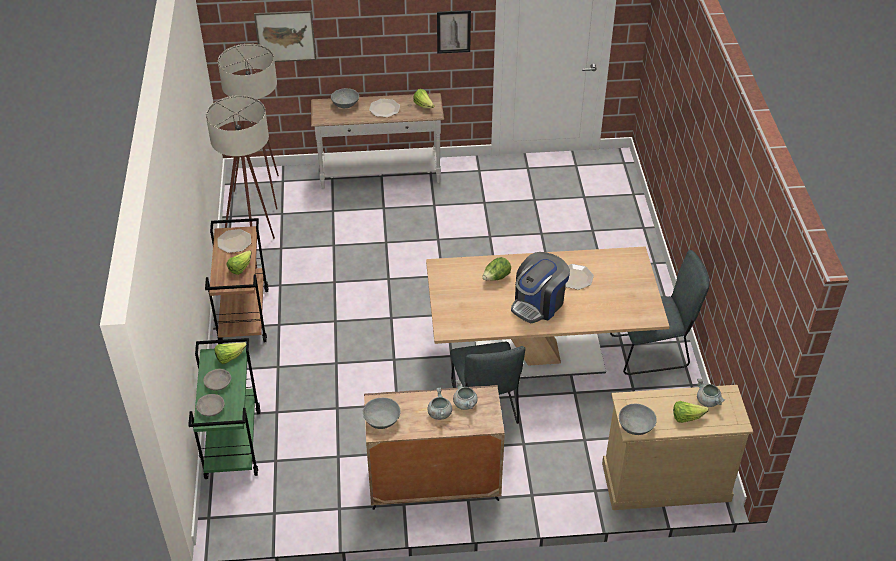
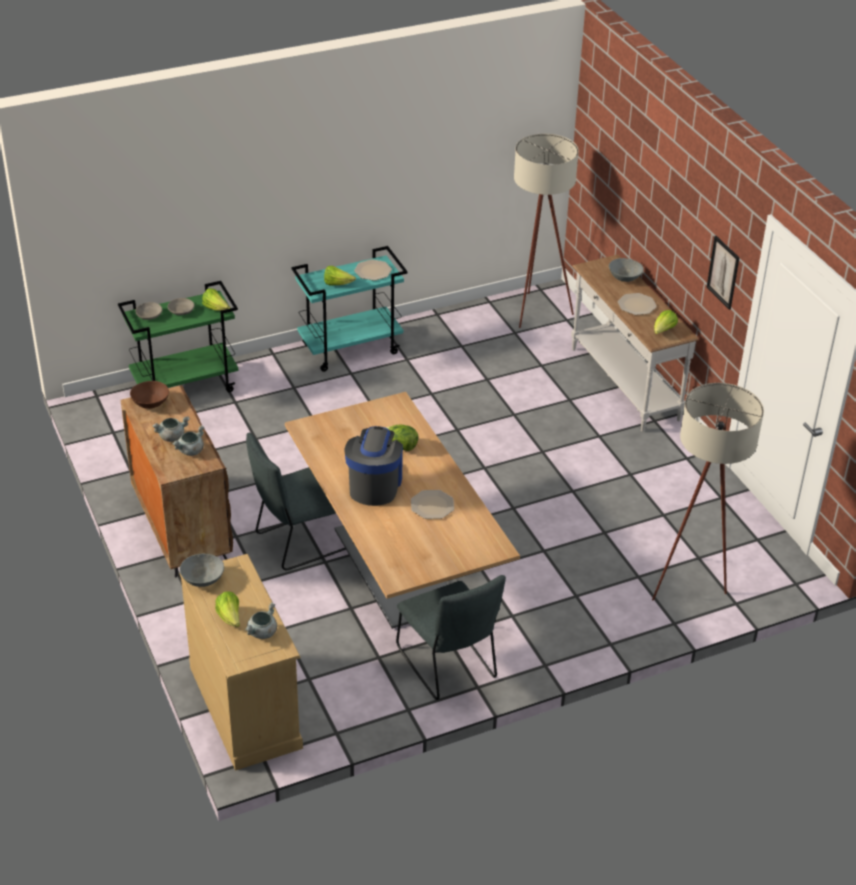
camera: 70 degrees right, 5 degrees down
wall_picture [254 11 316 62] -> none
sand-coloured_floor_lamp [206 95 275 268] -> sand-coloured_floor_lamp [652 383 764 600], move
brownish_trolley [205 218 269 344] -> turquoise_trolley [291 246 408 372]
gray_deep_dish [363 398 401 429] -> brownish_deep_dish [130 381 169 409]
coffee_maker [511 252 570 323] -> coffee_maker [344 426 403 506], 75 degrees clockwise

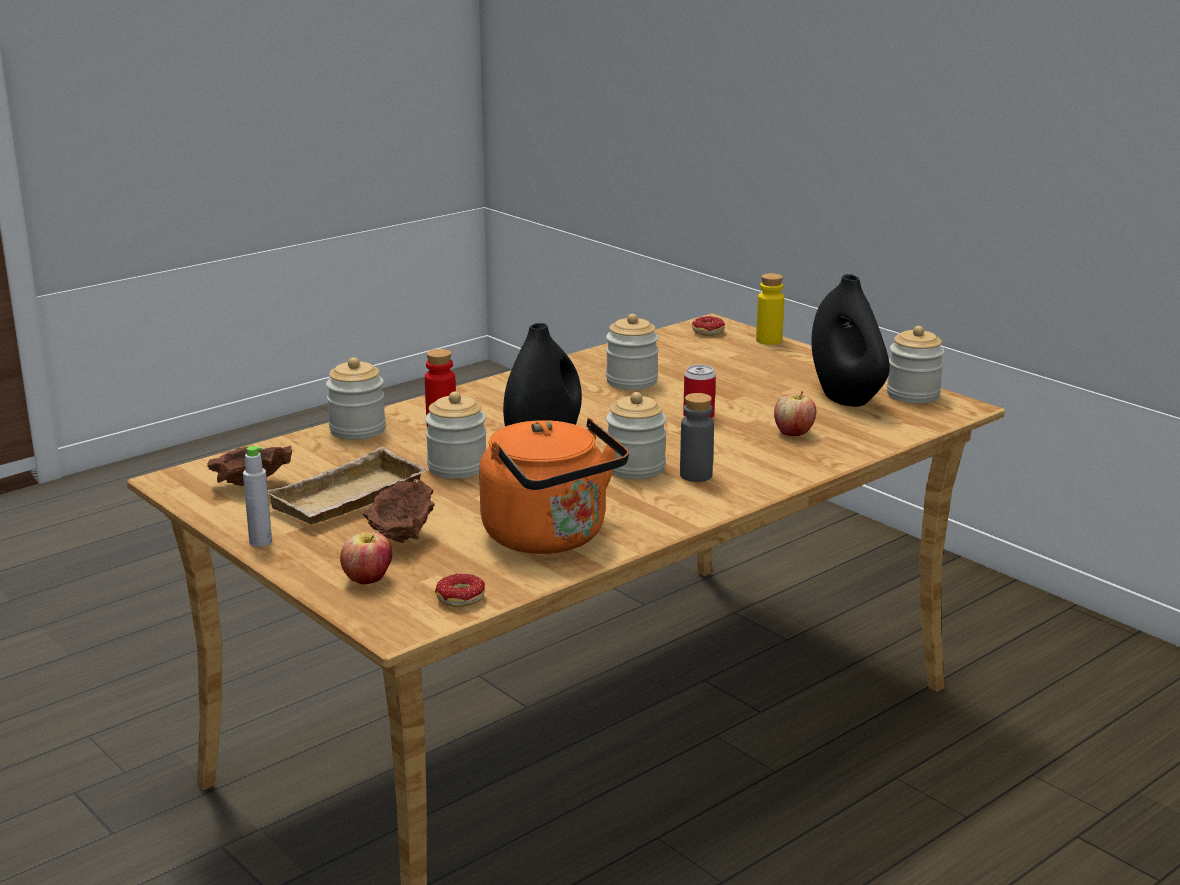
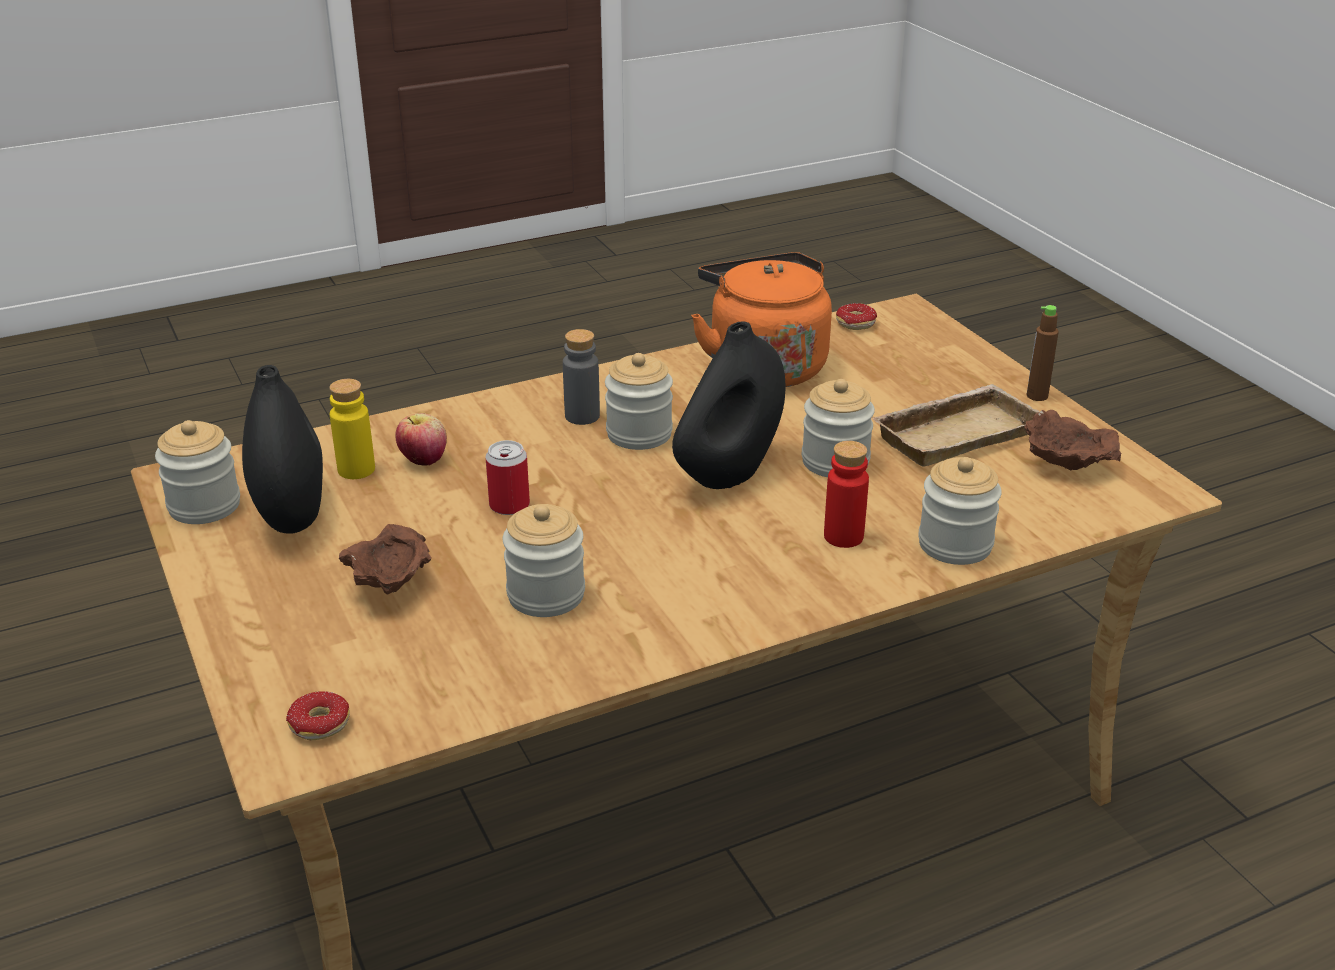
camera: 165 degrees left, 10 degrees up
apple_fruit [340 531 392 584] -> none
brownish_deep_dish [362 479 435 543] -> brownish_deep_dish [339 524 432 595], move
yellow_beverage_bottle [756 273 784 345] -> yellow_beverage_bottle [329 379 375 479], move
gray_beverage_bottle [243 446 272 547] -> brownish_beverage_bottle [1027 305 1059 401]

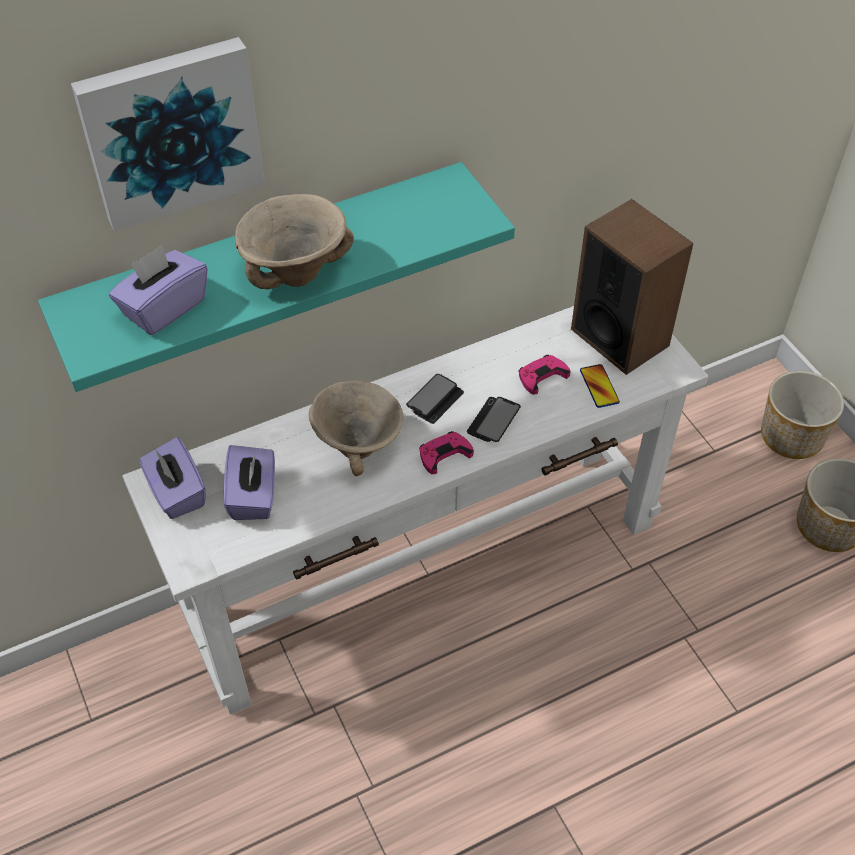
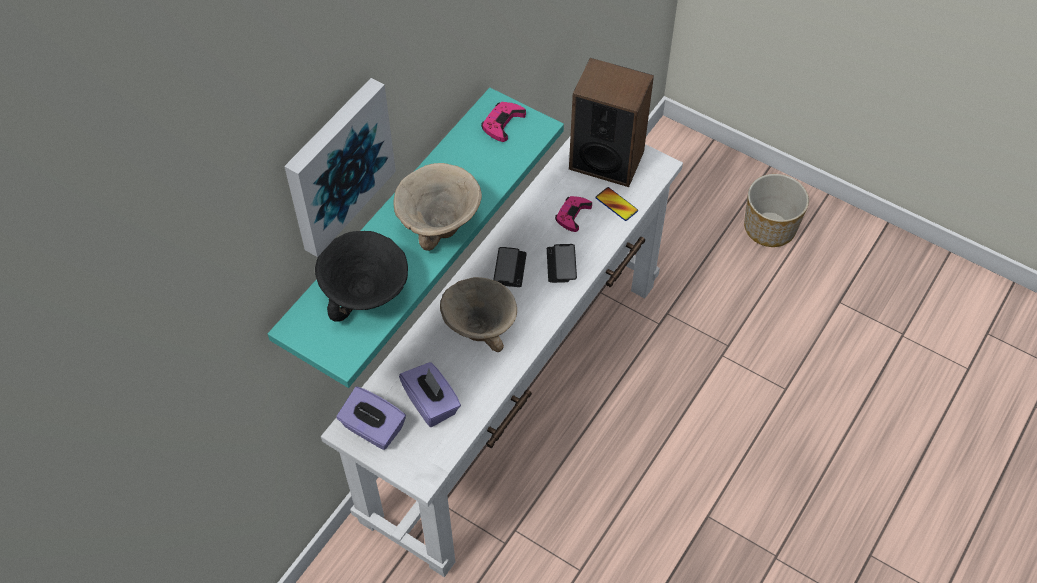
camera: 30 degrees left, 5 degrees up
flower_pot [761 371 844 459] -> none
pink_gamepad [419 431 474 474] -> pink_gamepad [481 102 526 142], move
purple_tissue_holder [109 245 208 335] -> blackish_deep_dish [315 231 408 322]

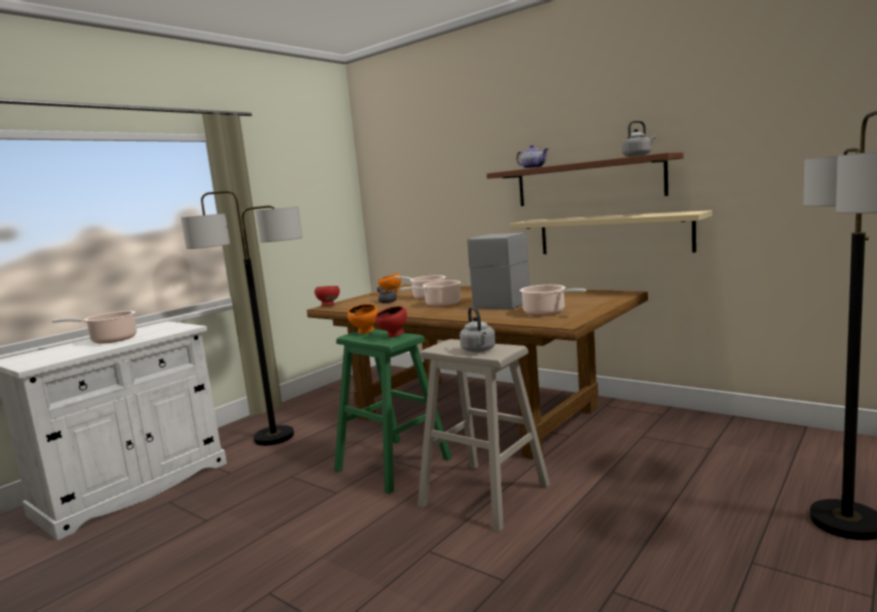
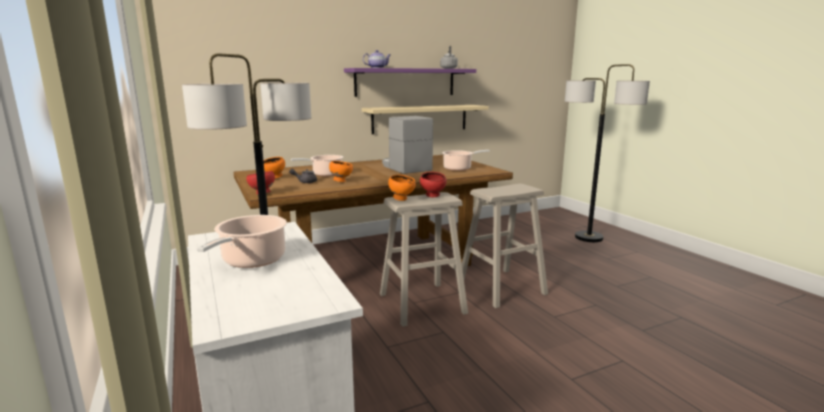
camera: 65 degrees left, 5 degrees up
stockpot [400 280 461 307] -> none
gray_tea_kettle [460 307 495 352] -> none
none -> orange-coloured_deep_dish [329 161 353 182]
green-coloured_sitting_stool [334 329 452 494] -> sand-coloured_sitting_stool [380 192 468 327]
brownish_bracket_shelf [487 152 684 206] -> purple_bracket_shelf [344 68 476 97]

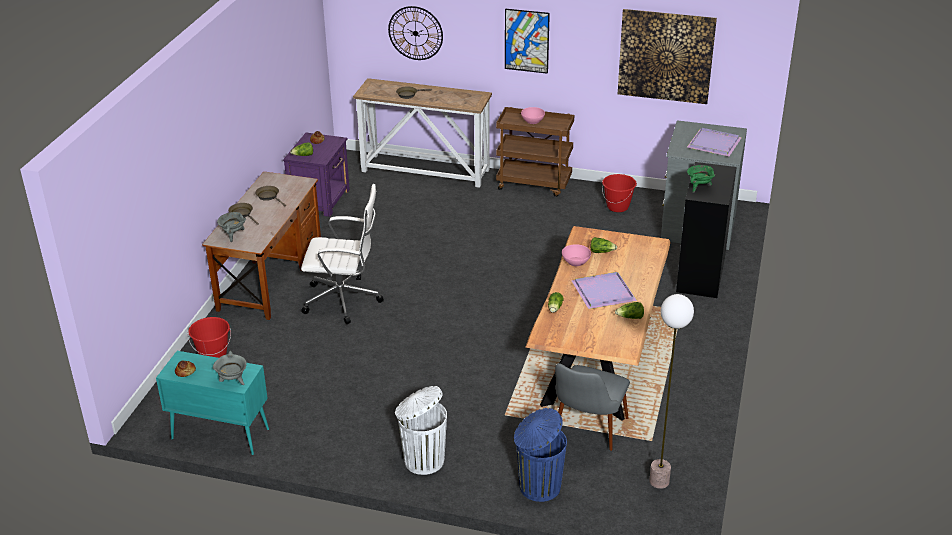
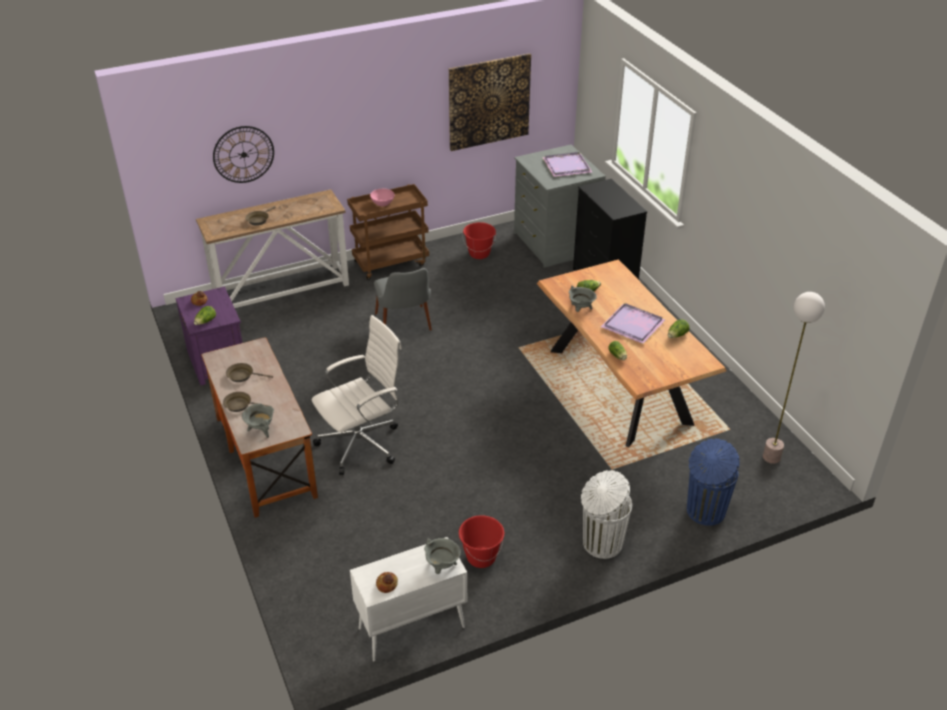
camera: 40 degrees left, 5 degrees up
wall_picture [505 9 550 74] -> none
green-coloured_stockpot [687 165 715 193] -> none
reddish_pail [188 317 231 358] -> reddish_pail [459 515 504 568], move
gray_chair [555 363 630 451] -> gray_chair [374 268 432 331], move
pink_deep_dish [562 244 591 266] -> gray_stockpot [569 286 597 312]
turquoise_cupboard [156 351 269 455] -> white_cupboard [350 537 467 661]

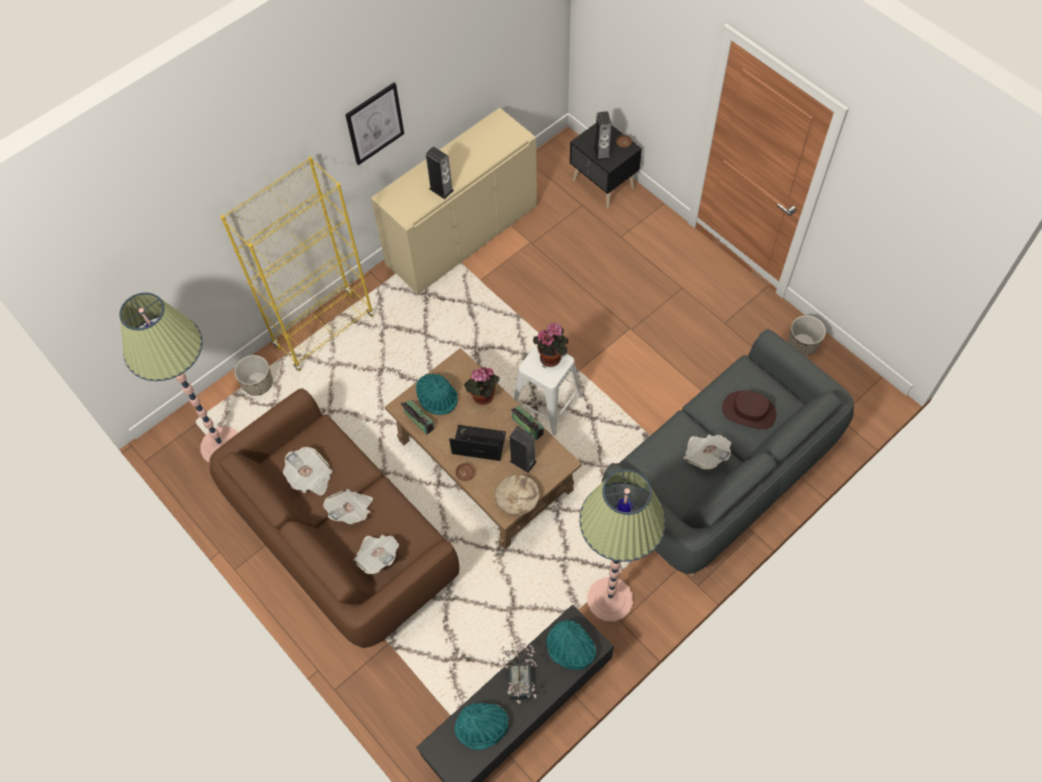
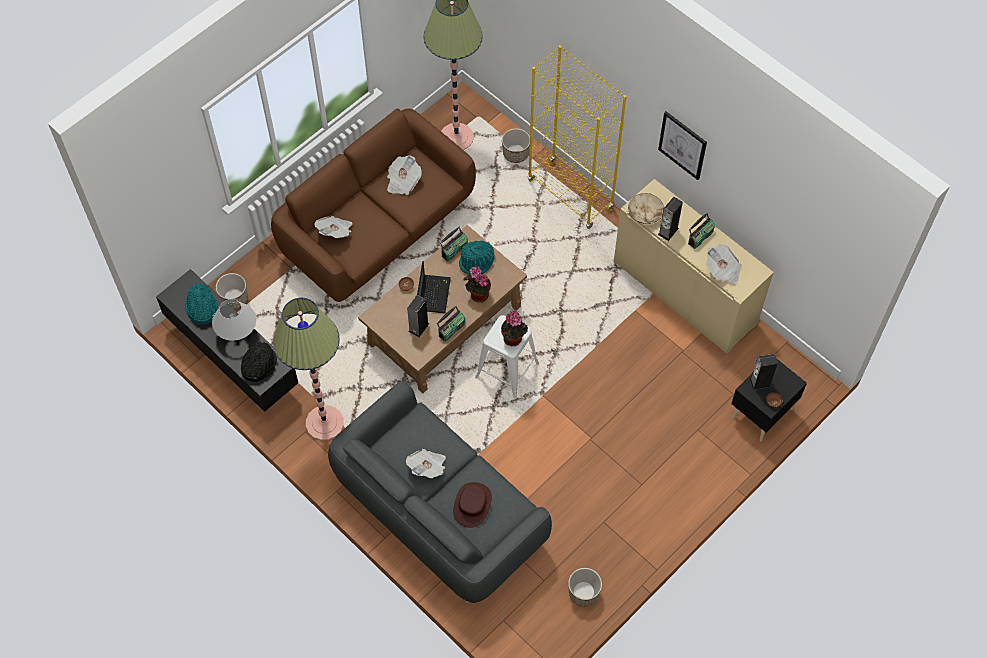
camera: 85 degrees right, 0 degrees up
none -> flower_pot [216 273 248 309]
none -> radio_set [688 213 715 249]
printed_paper [323 489 373 524] -> printed_paper [706 244 742 285], move
sand-coloured_deep_dish [495 475 540 516] -> sand-coloured_deep_dish [628 193 664 224], move
houseplant [498 643 538 703] -> white_table_lamp [212 299 256 341]
turquoise_hat [547 620 596 670] -> blackish_hat [241 342 277 382]

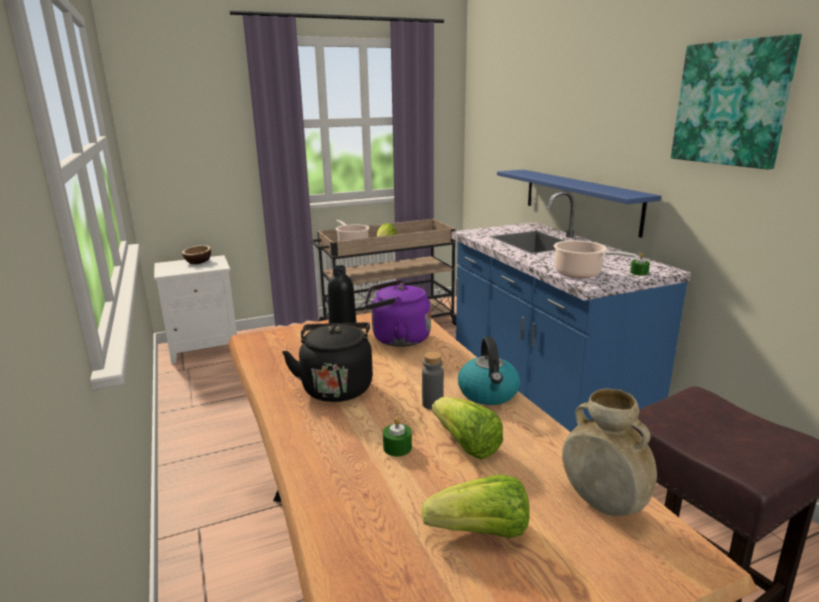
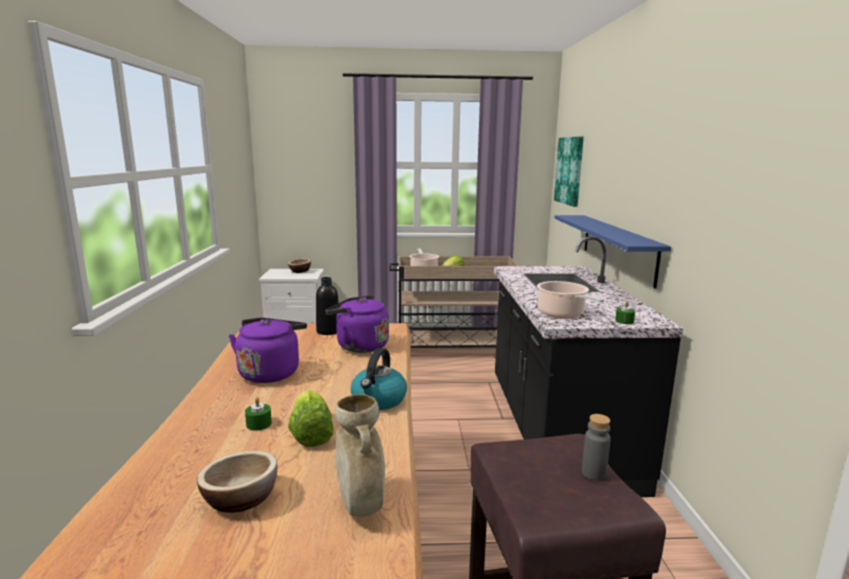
camera: 20 degrees right, 5 degrees down
gray_beverage_bottle [422 352 444 410] -> gray_beverage_bottle [582 414 611 480], move
wall_picture [671 34 802 170] -> wall_picture [554 136 584 207], move
head_of_lettuce [421 474 530 538] -> deep_dish [197 451 277 513]
blackish_tea_kettle [282 322 373 402] -> purple_tea_kettle [229 318 307 383]
bluish_kitchen_counter [452 191 691 432] -> blackish_kitchen_counter [494 236 683 497]

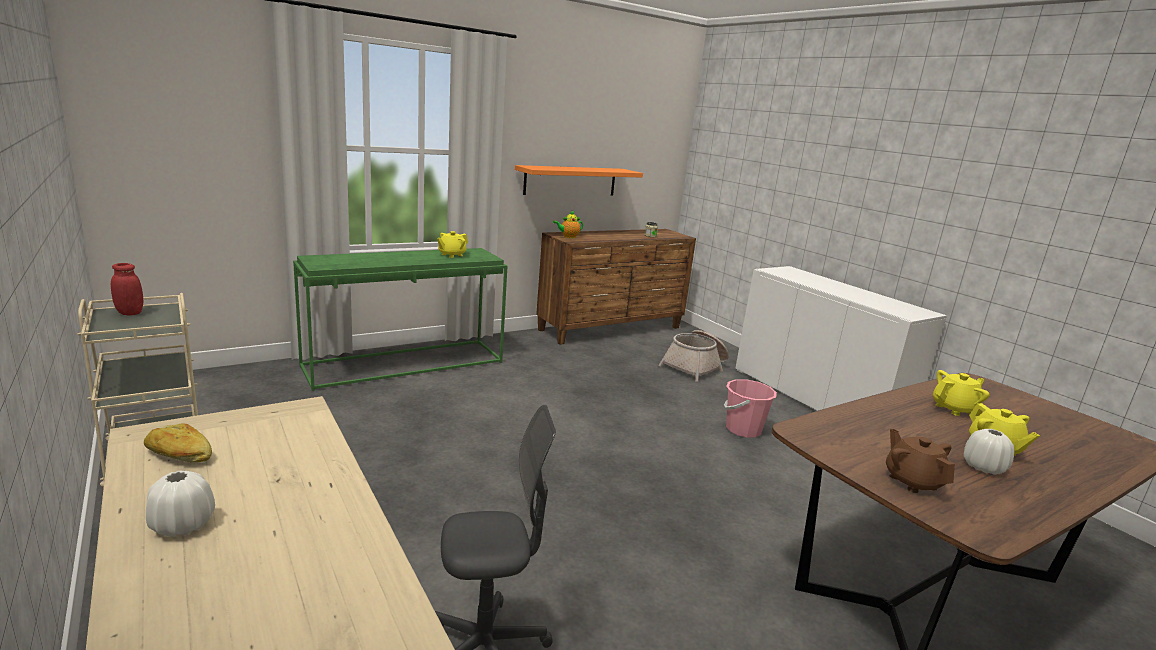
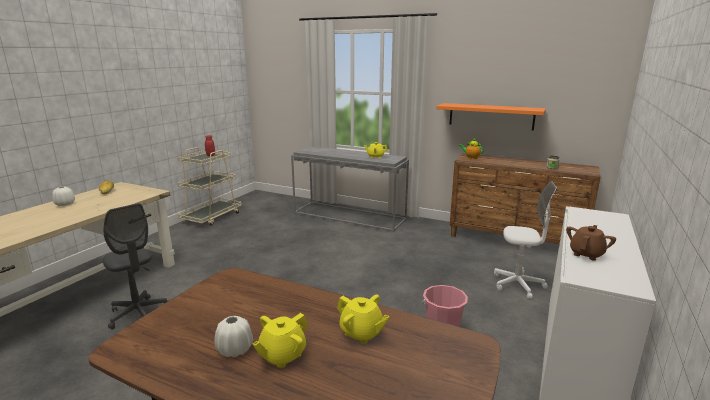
camera: 60 degrees right, 0 degrees up
brownish_pot_for_tea [886 429 955 493] -> brownish_pot_for_tea [566 225 616 261], move
household_basket [658 330 729 382] -> white_computer_chair [494 181 557 299]
green-coloured_narrow_table [293 248 507 391] -> gray_narrow_table [291 146 409 232]

